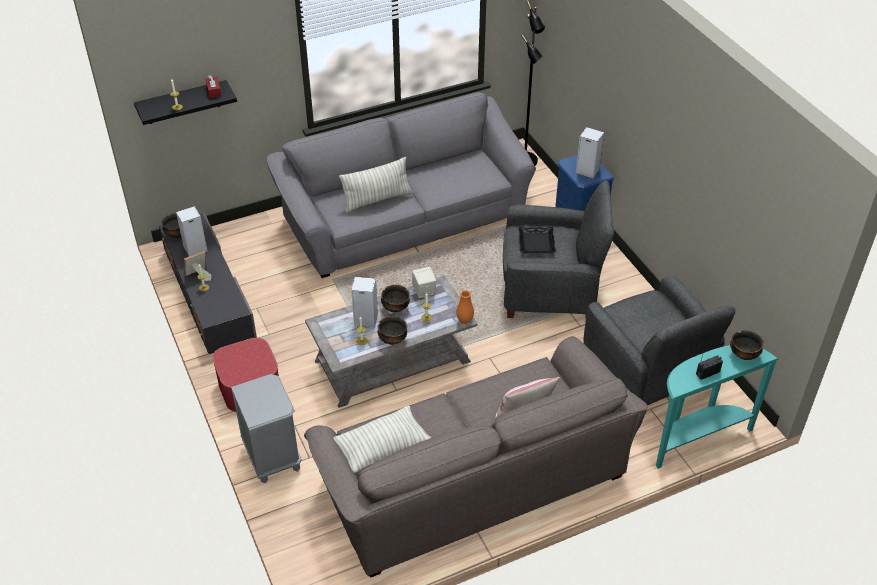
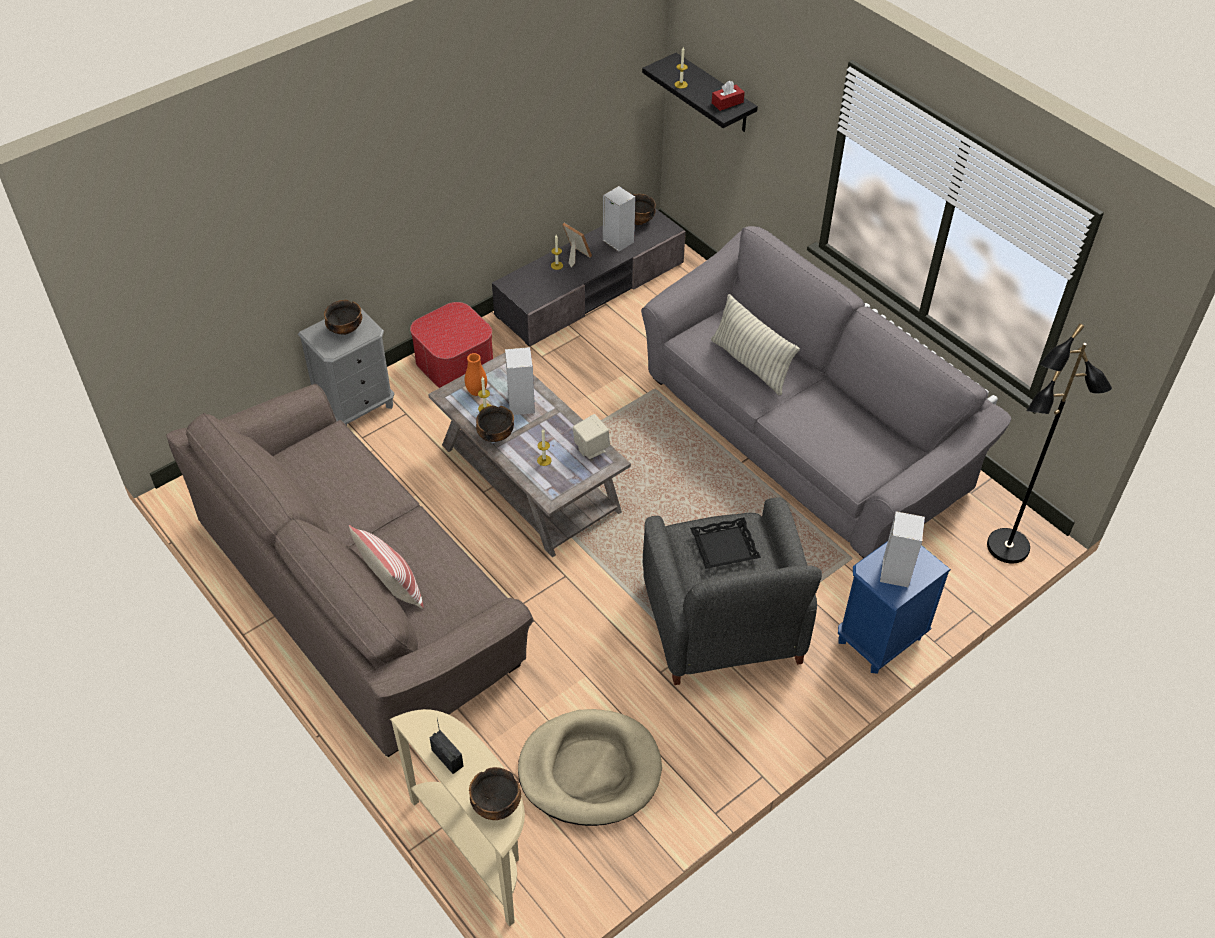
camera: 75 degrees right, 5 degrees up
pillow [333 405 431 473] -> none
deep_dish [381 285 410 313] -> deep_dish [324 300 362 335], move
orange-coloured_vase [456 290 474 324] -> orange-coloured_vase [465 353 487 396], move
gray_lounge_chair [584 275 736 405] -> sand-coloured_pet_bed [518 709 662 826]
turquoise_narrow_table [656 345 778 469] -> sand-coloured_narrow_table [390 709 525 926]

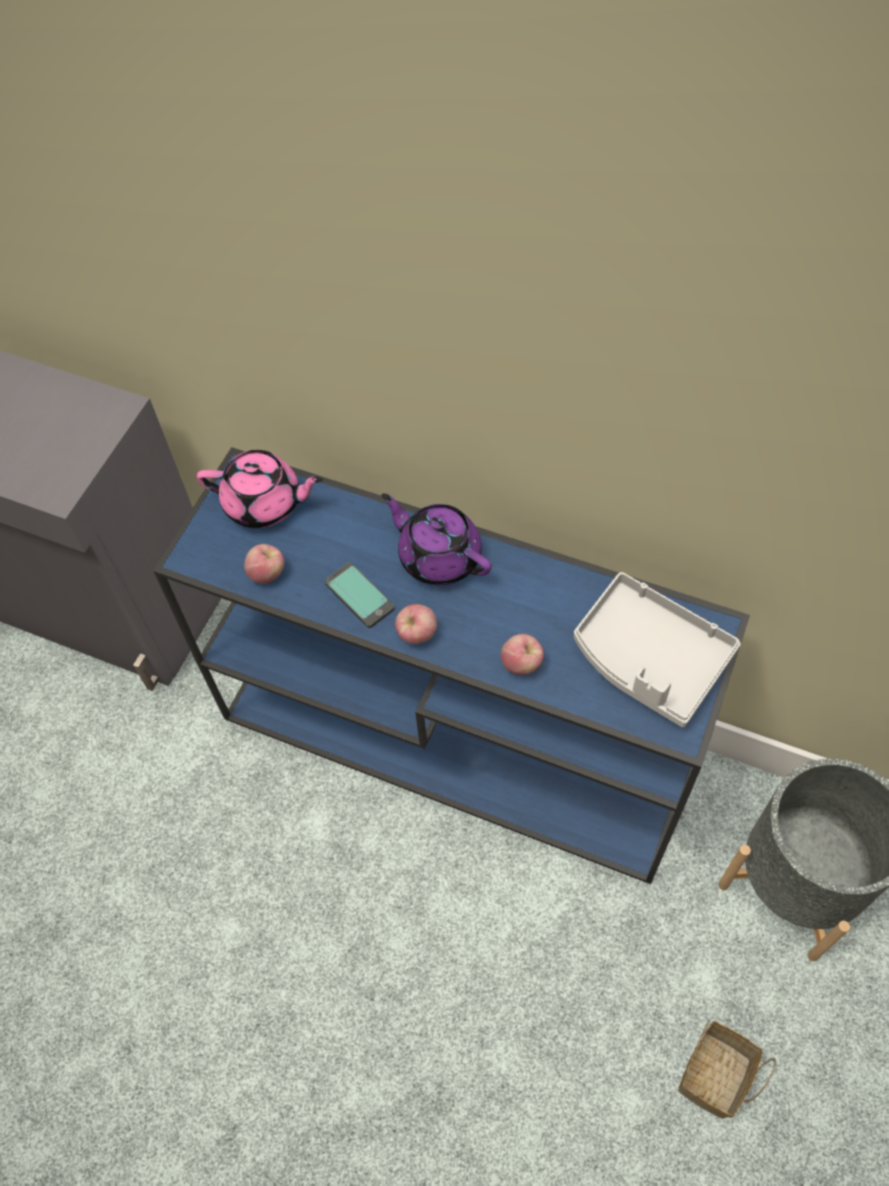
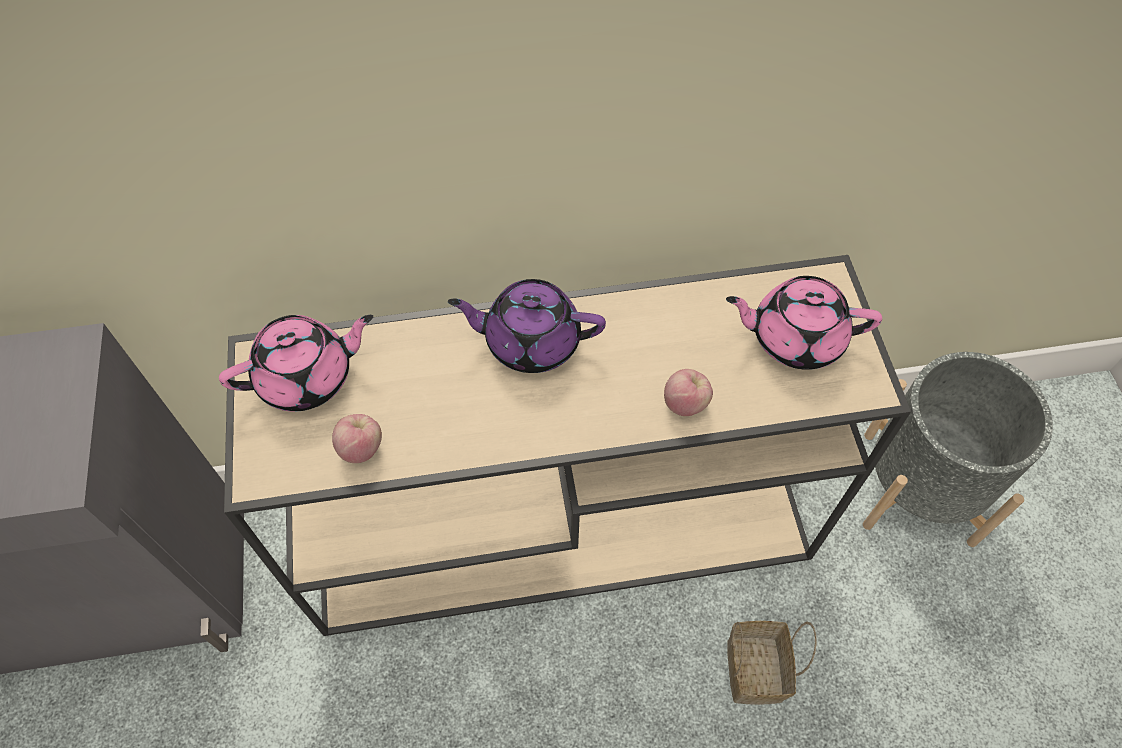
camera: 35 degrees left, 0 degrees up
handset [325 562 394 628] -> none
apple_fruit [395 604 437 644] -> none
household_basket [678 1020 776 1119] -> household_basket [728 621 817 705], move
gray_tray [574 572 741 727] -> pink_pot_for_tea [726 276 882 370]
bluish_narrow_table [153 447 750 884] -> sand-coloured_narrow_table [224 255 911 636]

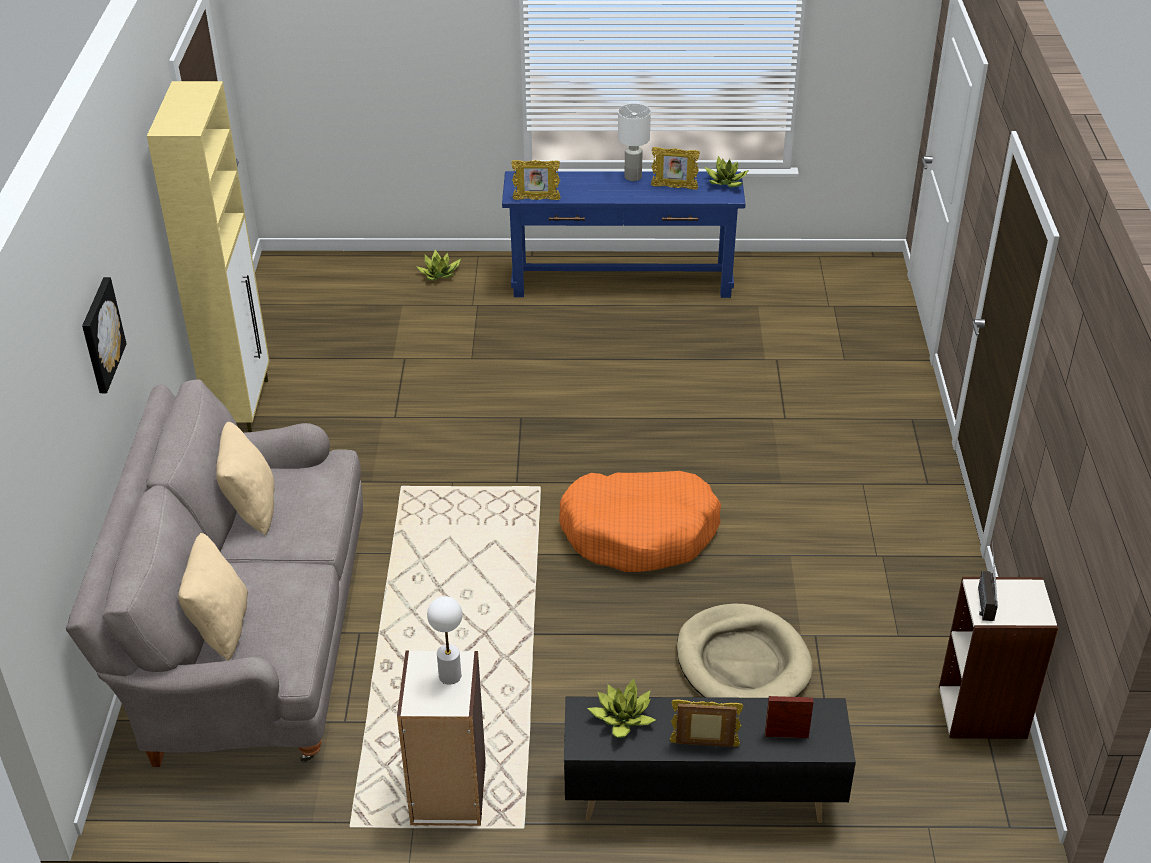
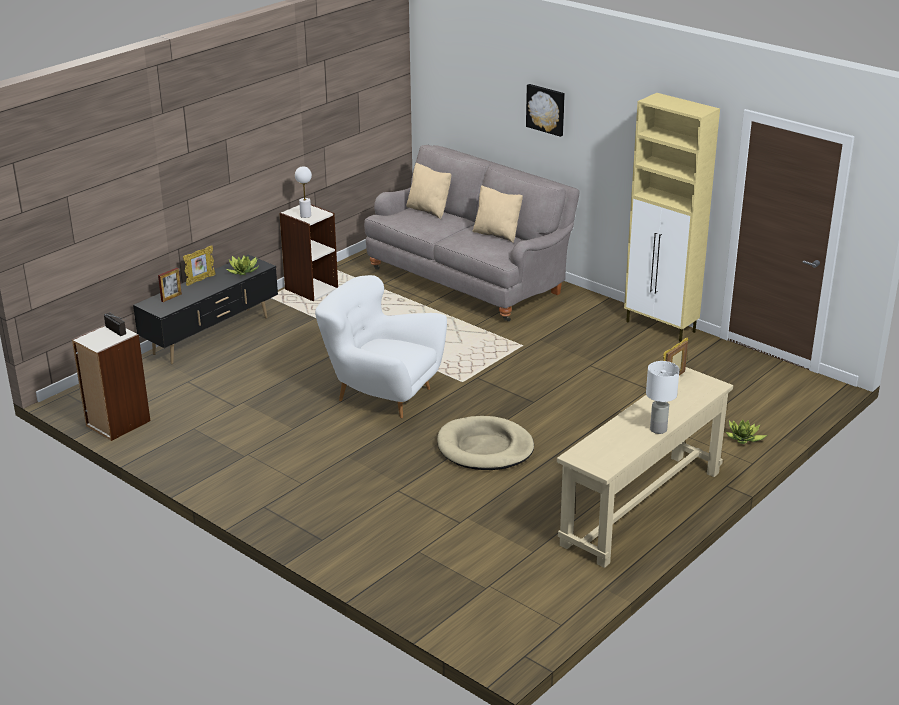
camera: 130 degrees right, 10 degrees down
picture_frame [651 147 700 190] -> none
houseplant [705 156 749 187] -> none
sand-coloured_pet_bed [677 604 813 698] -> sand-coloured_pet_bed [437 416 534 470], move
orange-coloured_pet_bed [559 471 721 572] -> white_lounge_chair [315 275 447 418]
bluish_narrow_table [502 171 746 298] -> sand-coloured_narrow_table [557 367 733 568]

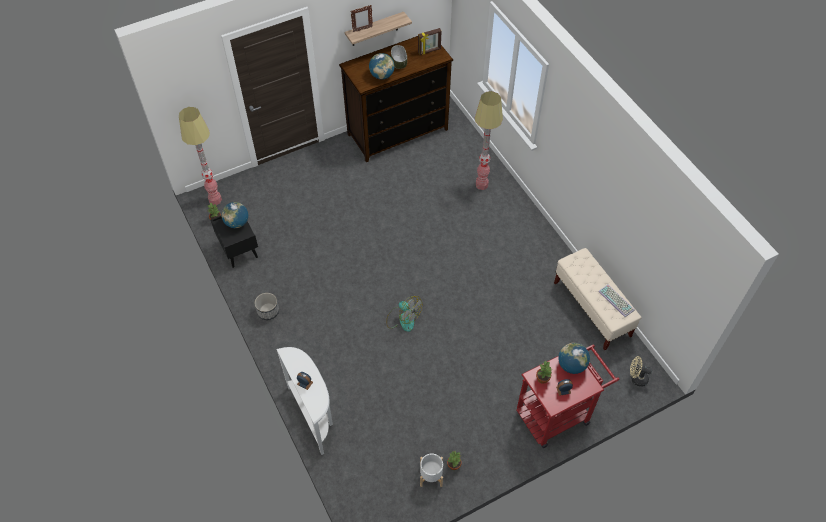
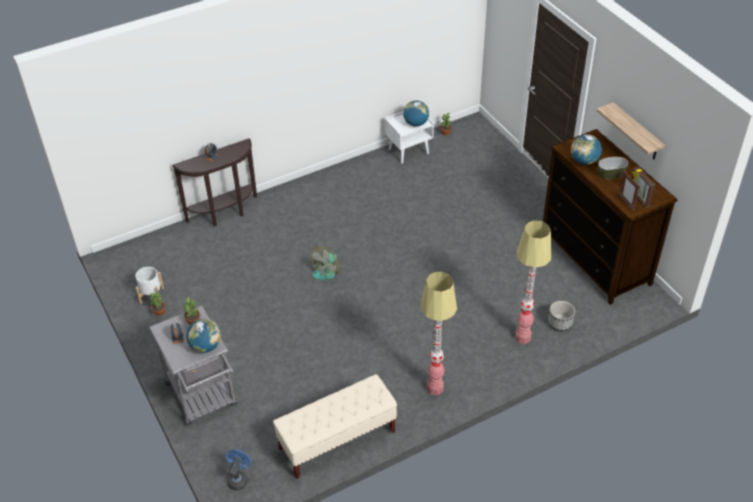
camera: 90 degrees right, 10 degrees down
computer_keyboard [598 285 635 317] -> none
floor_lamp [179 107 222 205] -> floor_lamp [421 272 457 395], move
flower_pot [255 293 279 320] -> flower_pot [548 301 575 332], move
picture_frame [351 5 373 32] -> picture_frame [619 171 640 211], move
blackish_night_table [211 215 258 268] -> white_night_table [385 112 434 164]
white_narrow_table [276 347 333 455] -> brownish_narrow_table [172 138 257 227]
reddish_trolley [516 344 619 448] -> gray_trolley [149 306 237 425]
sand-coloured_electric_fan [630 356 652 387] -> bluish_electric_fan [226 449 251 490]

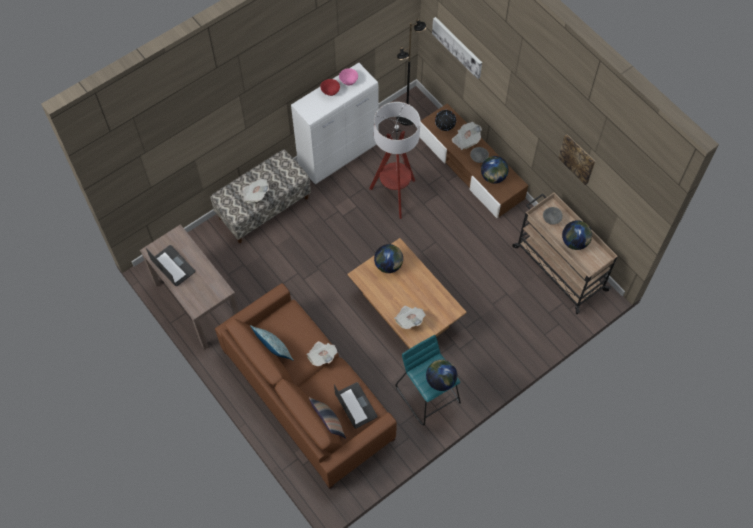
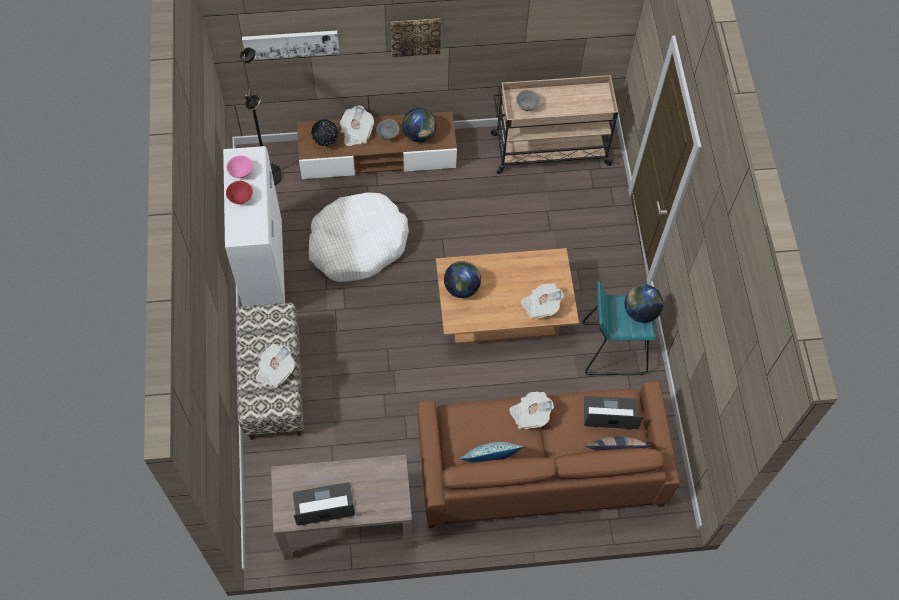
camera: 60 degrees left, 0 degrees up
world_globe [562 220 592 250] -> none
wall_picture [558 134 595 185] -> wall_picture [391 18 441 57], move
floor_lamp [369 102 421 219] -> white_pet_bed [309 192 409 282]

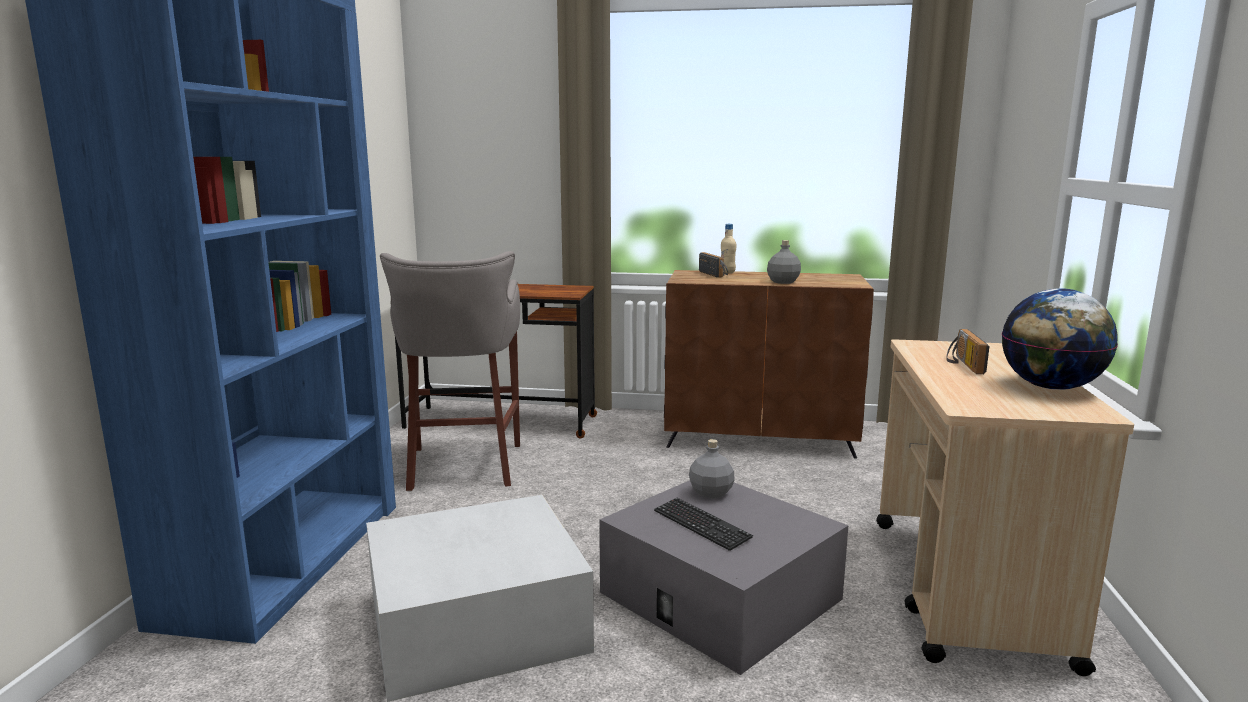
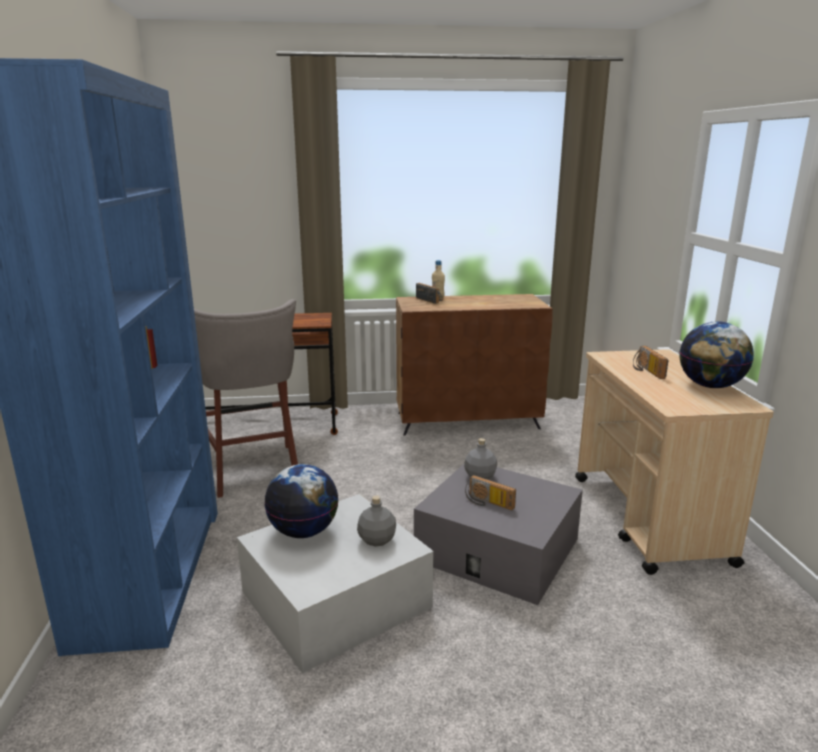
camera: 15 degrees left, 5 degrees up
none -> world_globe [264 464 338 538]
gray_beverage_bottle [767 240 801 284] -> gray_beverage_bottle [357 495 396 547], move
computer_keyboard [654 498 753 551] -> radio_set [465 475 516 510]

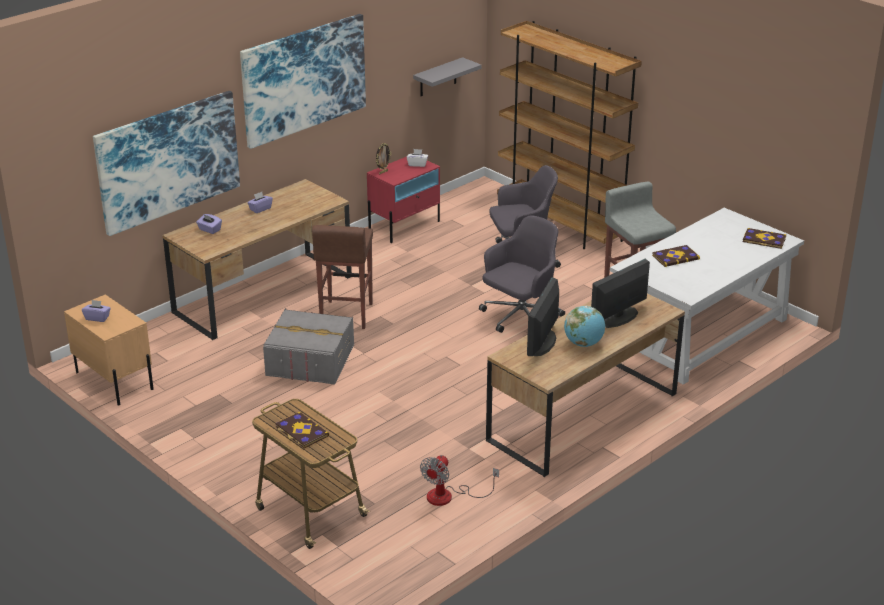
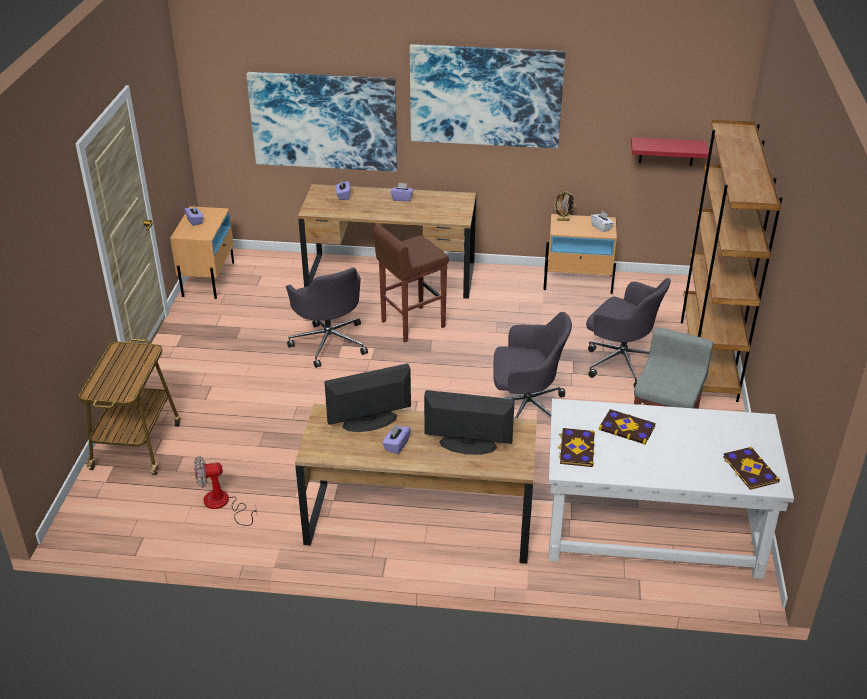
camera: 50 degrees right, 5 degrees up
book [275 412 329 448] -> book [558 428 595 467], move
gray_storage_box [263 308 354 385] -> gray_computer_chair [286 268 368 368]
world_globe [564 306 605 347] -> purple_tissue_holder [382 424 411 454]
reddish_night_table [367 157 440 243] -> sand-coloured_night_table [543 214 617 294]
gray_bracket_shelf [413 57 482 96] -> reddish_bracket_shelf [631 137 709 166]

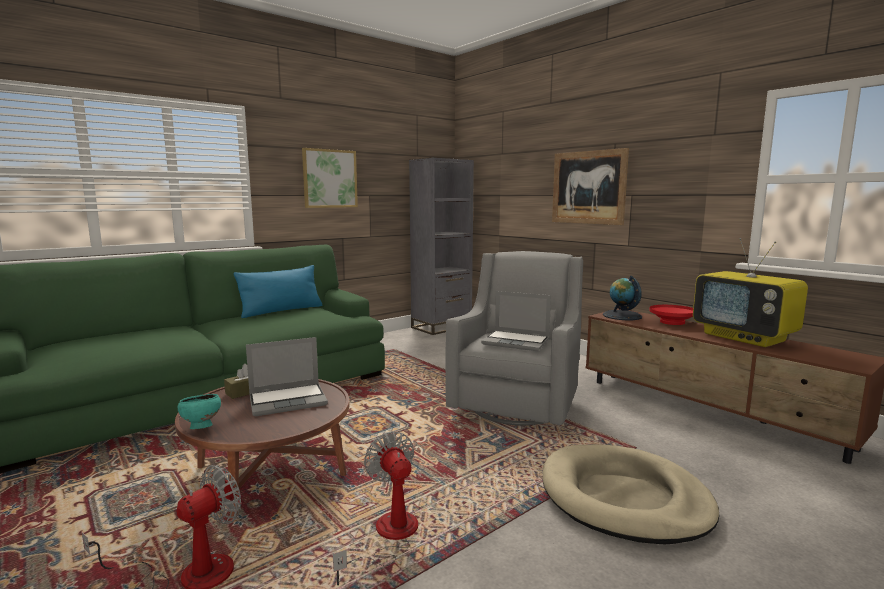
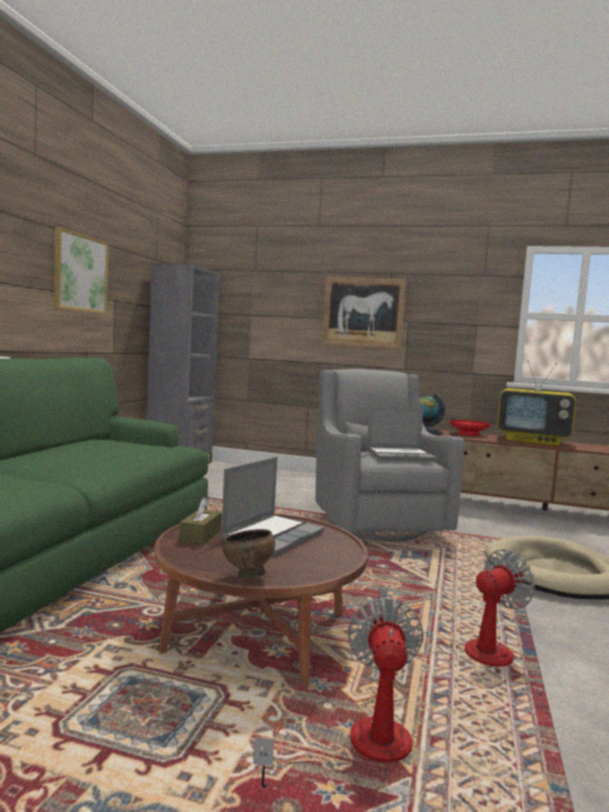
camera: 35 degrees left, 5 degrees down
bluish_pillow [234 265 322 318] -> none
turquoise_deep_dish [178 394 221 429] -> brownish_deep_dish [222 529 275 579]
electric_fan [333 431 418 585] -> electric_fan [378 549 535 667], 120 degrees clockwise

